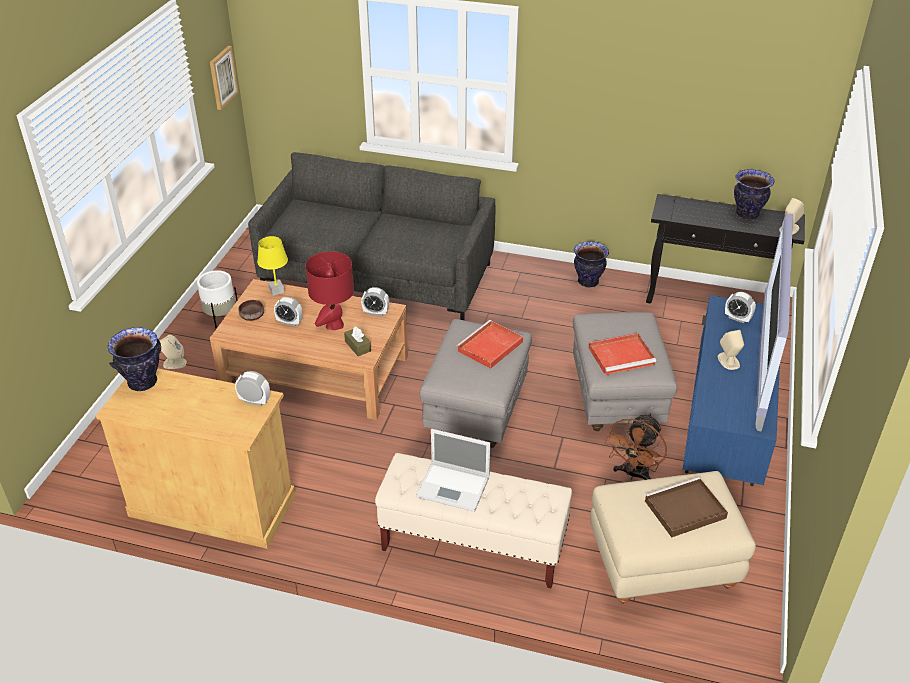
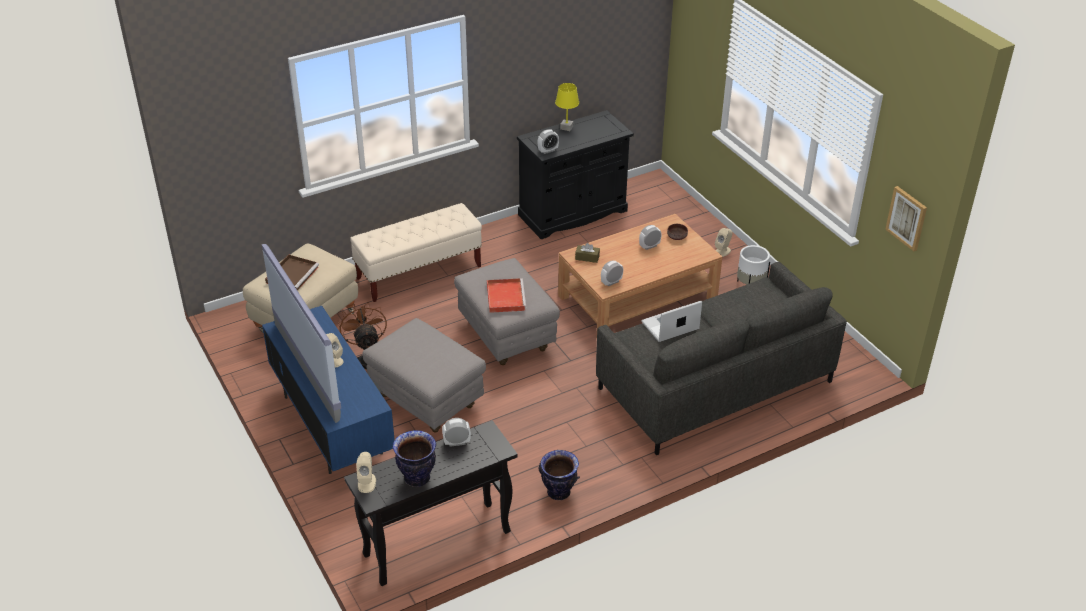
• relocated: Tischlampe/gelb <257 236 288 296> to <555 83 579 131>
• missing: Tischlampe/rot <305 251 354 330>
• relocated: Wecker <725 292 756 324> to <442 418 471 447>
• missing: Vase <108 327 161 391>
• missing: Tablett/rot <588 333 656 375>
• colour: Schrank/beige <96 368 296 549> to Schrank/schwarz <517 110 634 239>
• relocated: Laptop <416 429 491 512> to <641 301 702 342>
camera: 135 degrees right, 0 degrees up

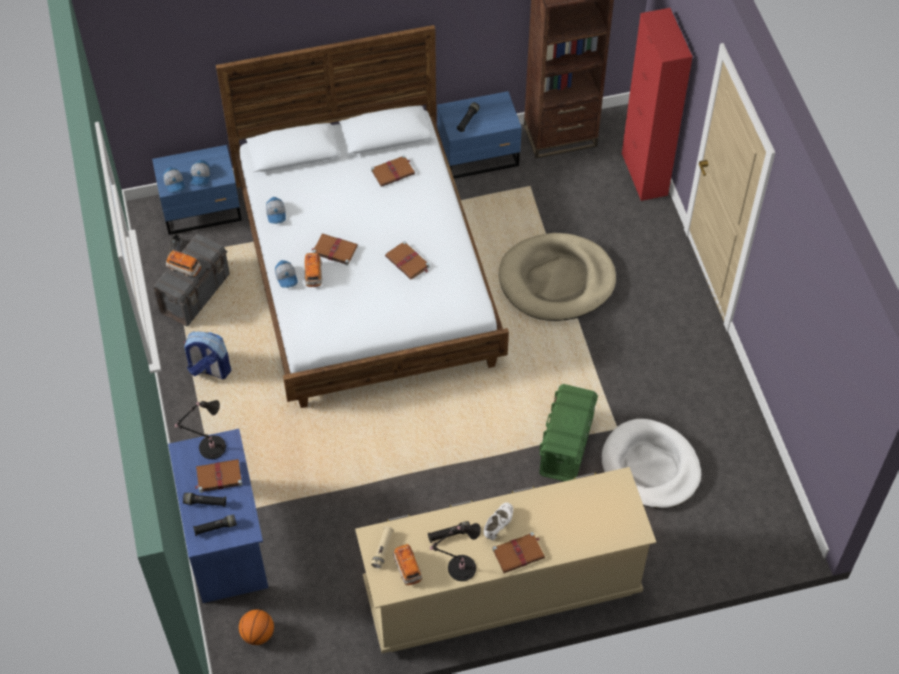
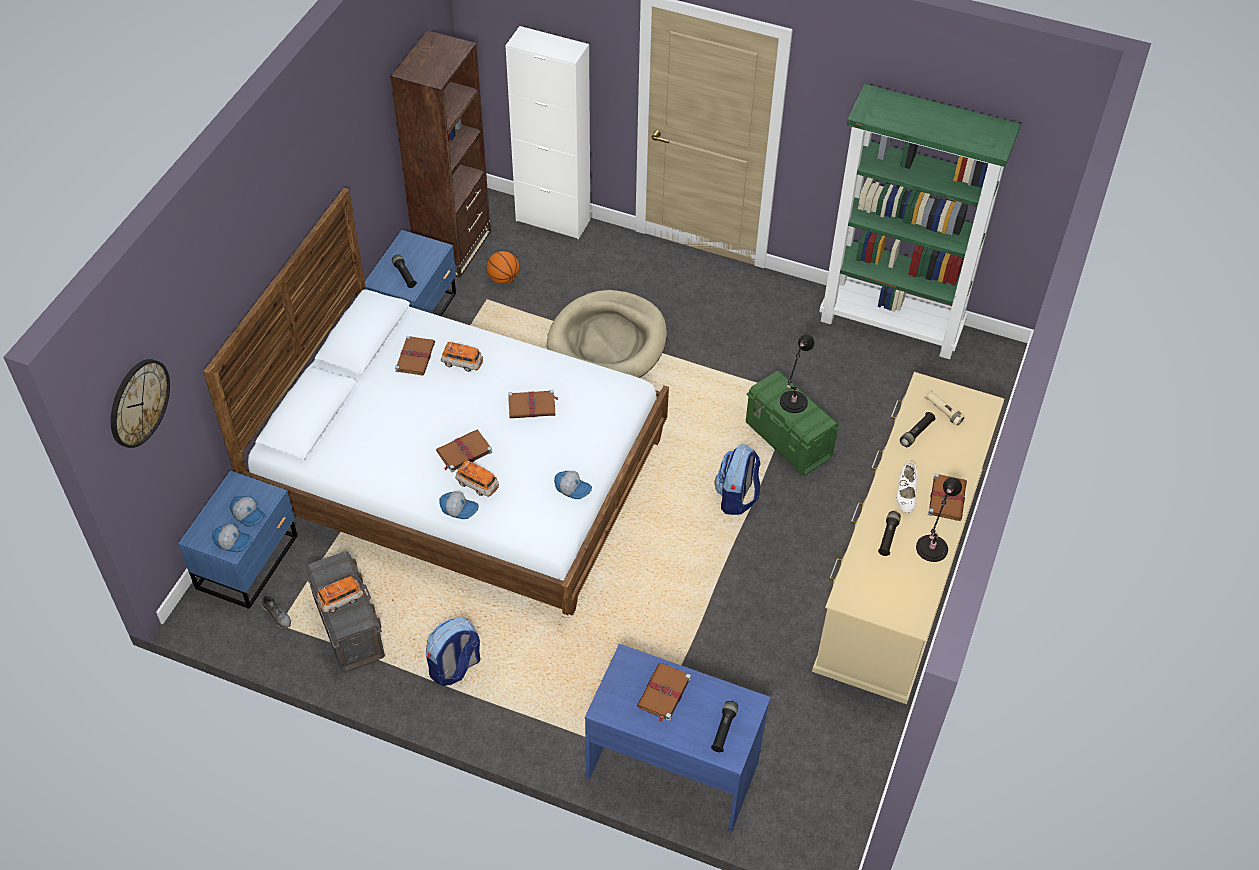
• colour: Schrank/rot <622 8 693 201> to Schrank/weiß <505 26 590 239>
• relocated: Kappe <266 197 286 224> to <554 471 592 499>
• relocated: Tischlampe/schwarz <174 400 226 459> to <780 335 814 413>
• missing: Hundebett/weiß <602 419 701 509>
• relocated: Taschenlampe/schwarz <183 493 226 507> to <900 412 935 447>
• spun: Schuh/weiß <484 502 513 540> = <896 462 918 513> 150 degrees counterclockwise
• relocated: Taschenlampe/beige <371 526 394 569> to <924 390 965 426>
• relocated: Spielzeugauto <393 544 422 585> to <441 342 483 372>
• relocated: Basketball <239 609 274 645> to <486 251 519 284>
• appeared: Bücherregal/grün <819 84 1021 359>
• appeared: Wanduhr <111 359 170 448>
• appeared: Rucksack <715 444 761 515>
camera: 55 degrees left, 5 degrees down

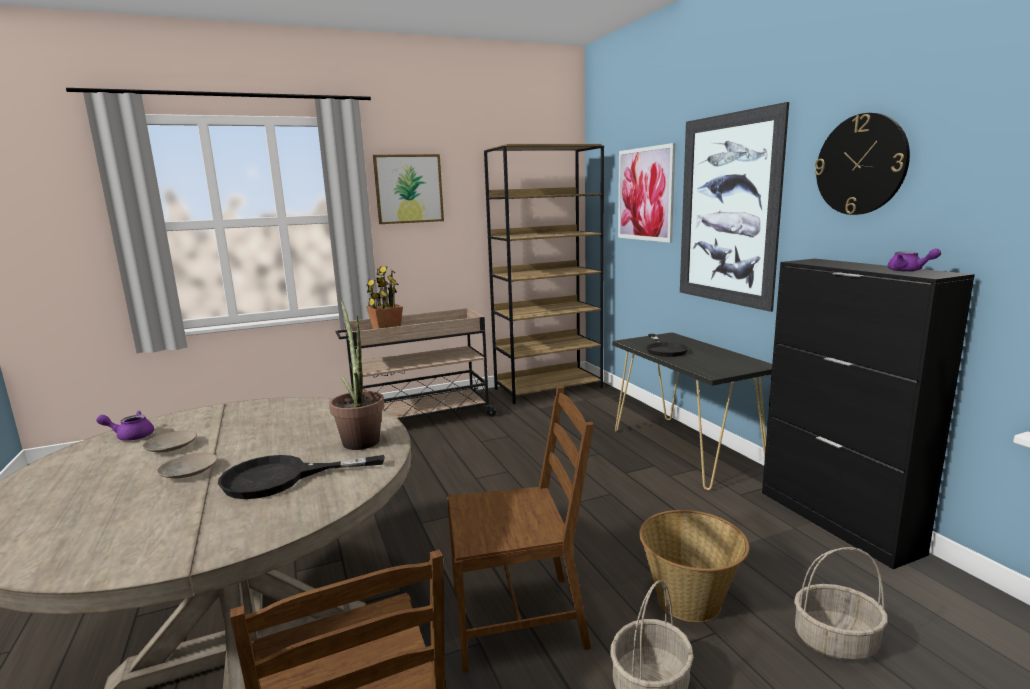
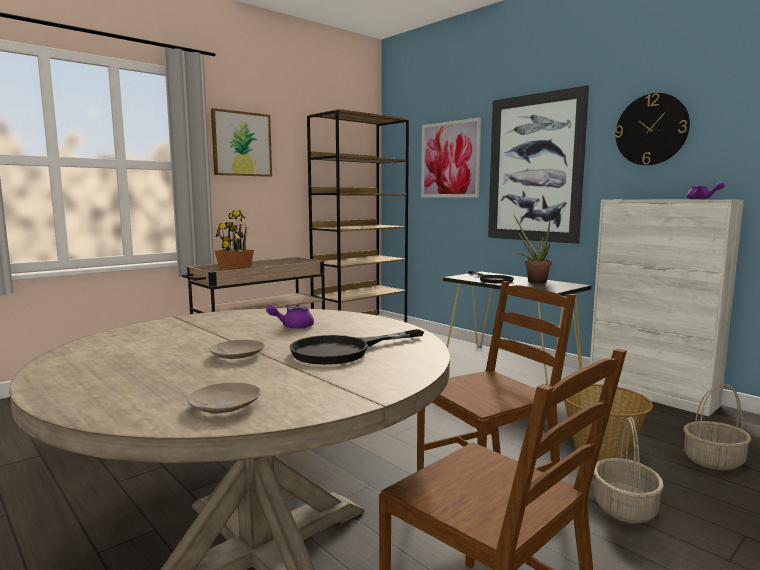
• colour: Schrank/schwarz <762 259 975 569> to Schrank/weiß <590 199 744 416>
• relocated: Topfpflanze <329 300 384 450> to <514 215 552 284>
• relocated: Teekanne/lila <96 411 154 441> to <266 304 314 329>
• relocated: Teller/beige <143 431 197 453> to <187 383 261 413>
camera: 20 degrees left, 5 degrees down

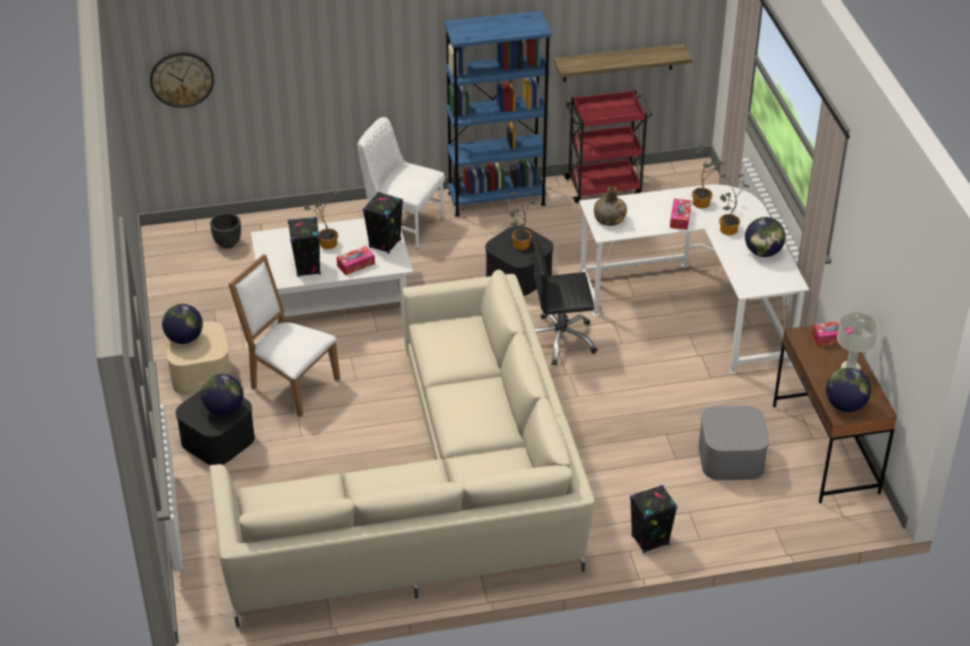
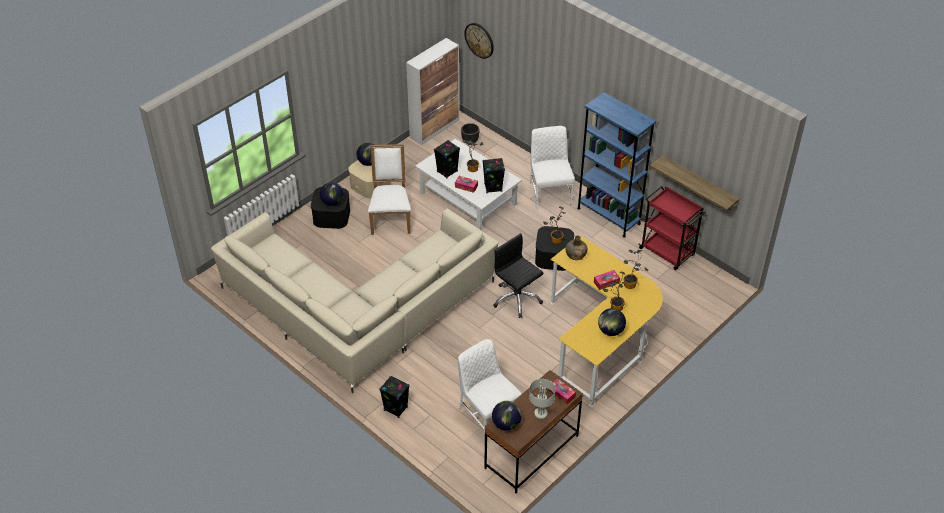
• colour: Schreibtisch/weiß <579 184 809 374> to Schreibtisch/gelb <550 235 663 407>
• exchanged: Aufbewahrungsbox/grau <698 406 769 480> to Stuhl/weiß <458 339 522 440>
• appeared: Schrank <406 38 460 145>
camera: 55 degrees right, 5 degrees up

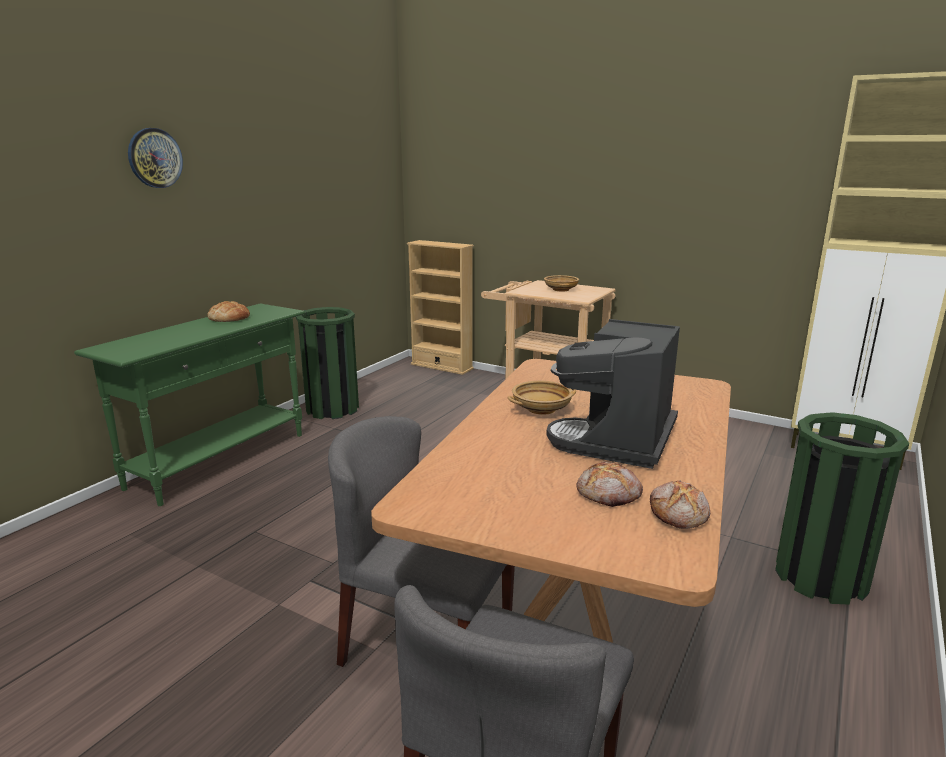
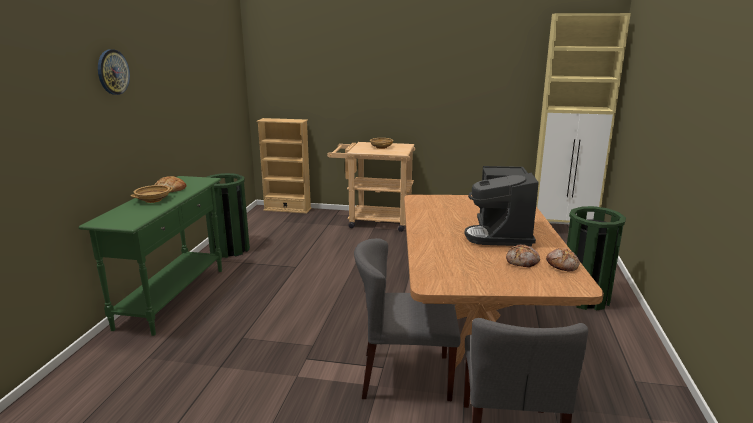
• relocated: Schüssel/beige <508 381 576 415> to <130 185 173 203>
camera: 20 degrees left, 0 degrees up

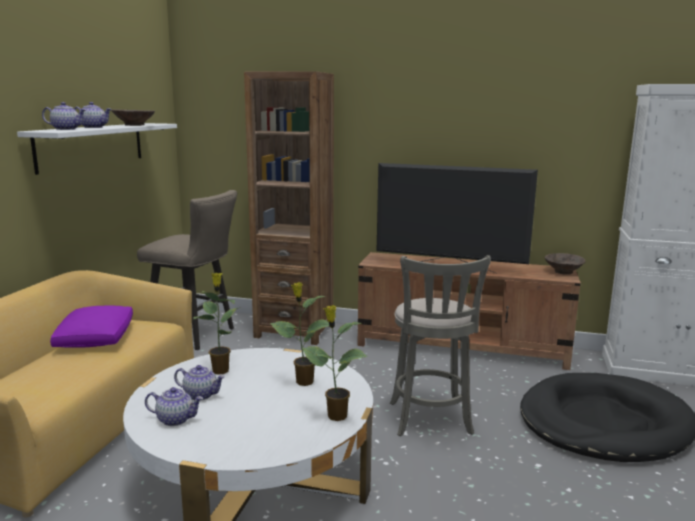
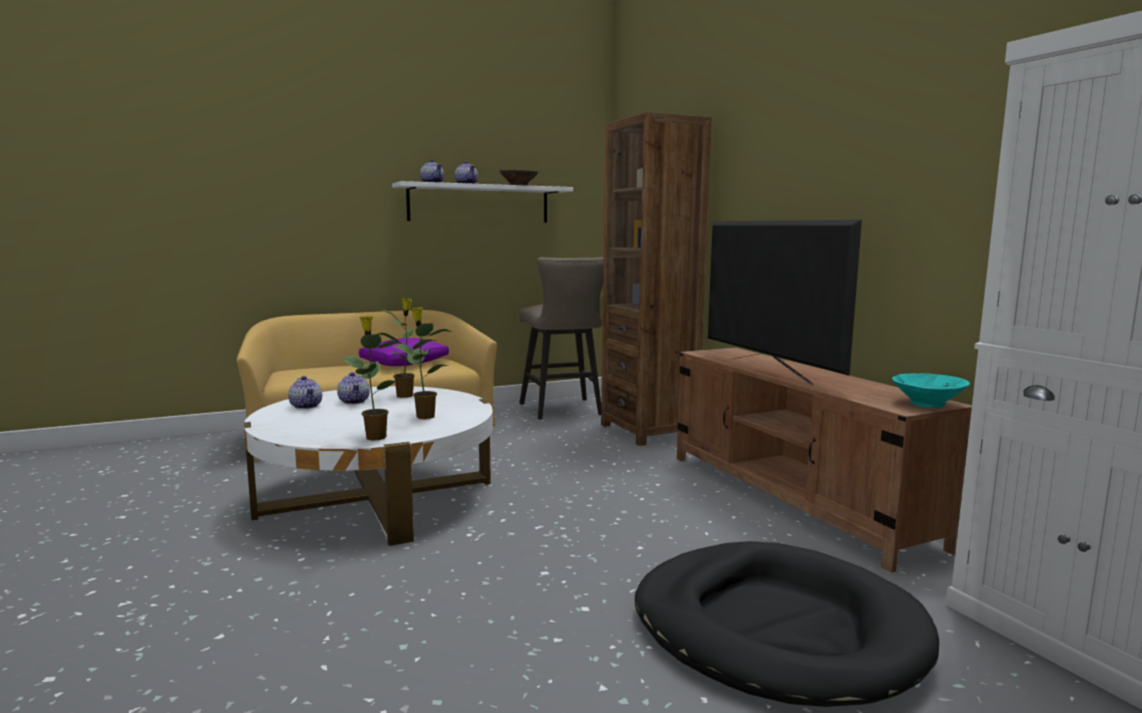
• colour: Schüssel/braun <544 253 585 275> to Schüssel/türkis <892 373 970 408>
• missing: Hocker/grau <390 255 491 436>
camera: 50 degrees right, 5 degrees down

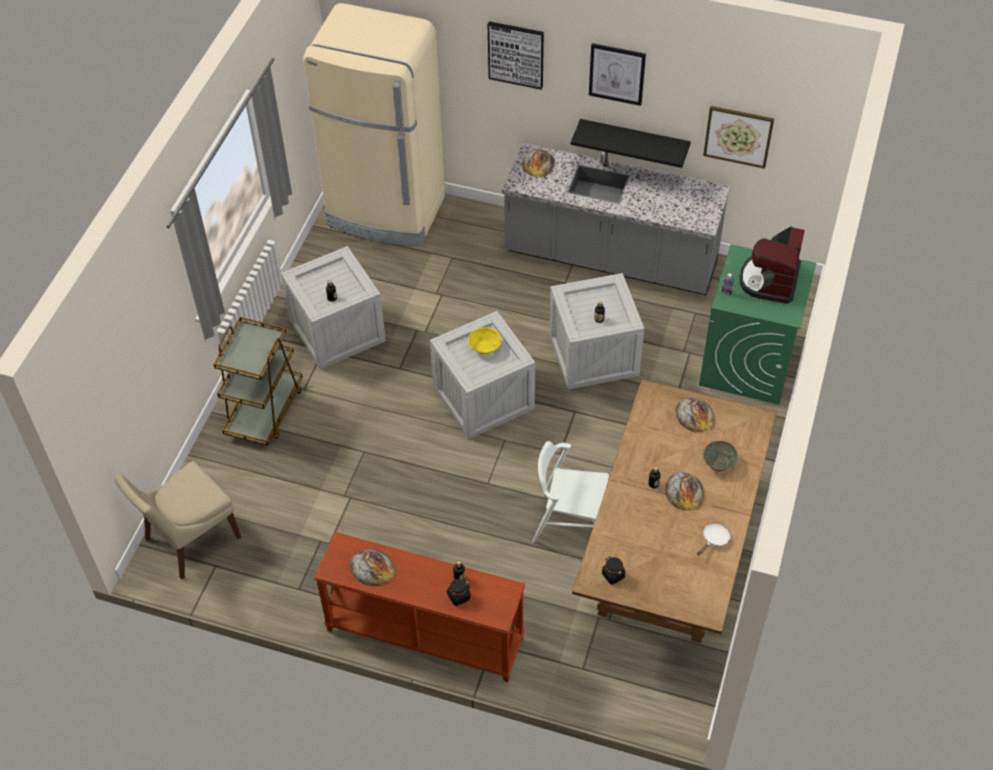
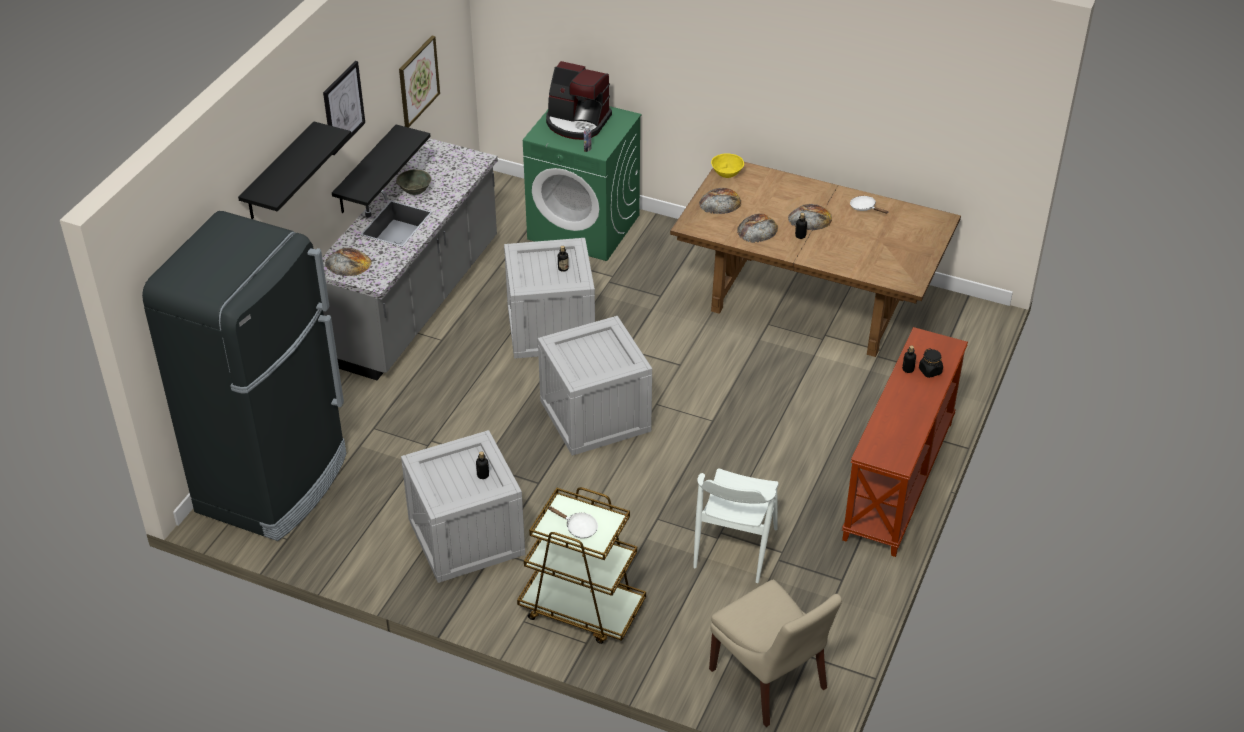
• colour: Kühlschrank/beige <303 3 445 246> to Kühlschrank/schwarz <142 211 347 541>
• exchanged: Bild <488 21 544 90> to Wandregal/schwarz <238 122 351 219>
• relocated: Schüssel/gelb <468 328 501 354> to <711 153 744 178>
• relocated: Stuhl/weiß <532 441 609 543> to <693 469 779 583>
• relocated: Schüssel/grau <703 441 739 471> to <396 170 432 195>
• relocated: Brot <350 549 396 587> to <737 213 778 243>
• missing: Vorratsglas/schwarz <602 556 625 584>
• appeared: Pfanne/weiß <549 506 598 539>
camera: 85 degrees left, 10 degrees down

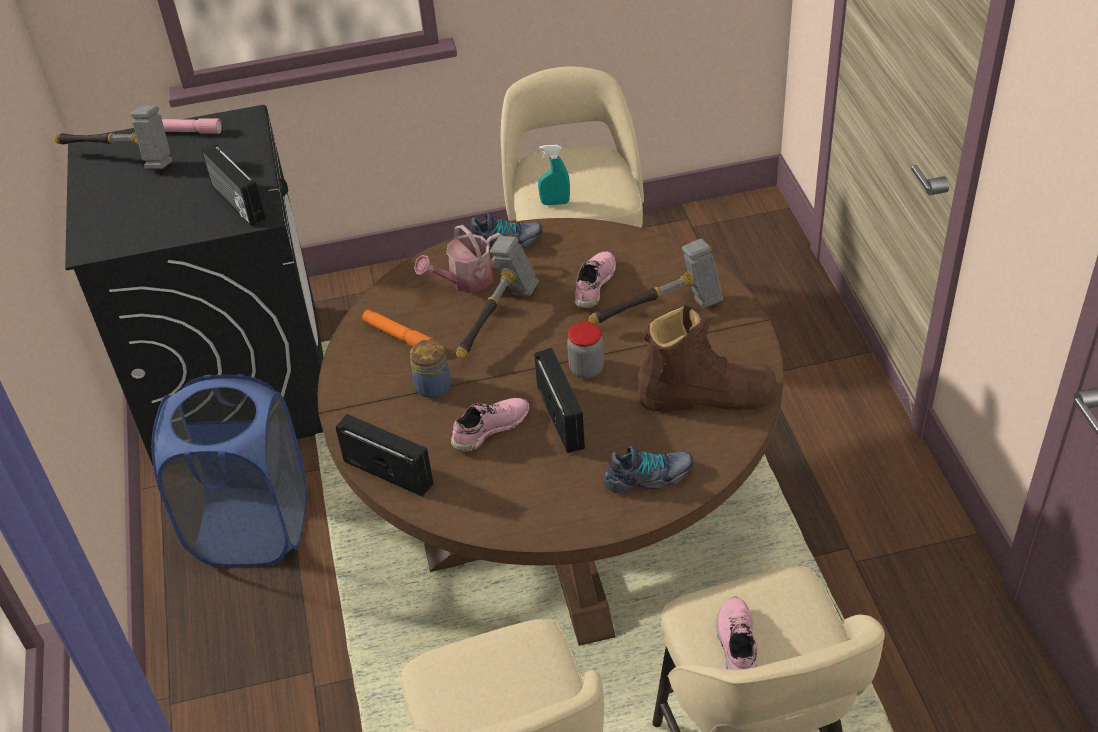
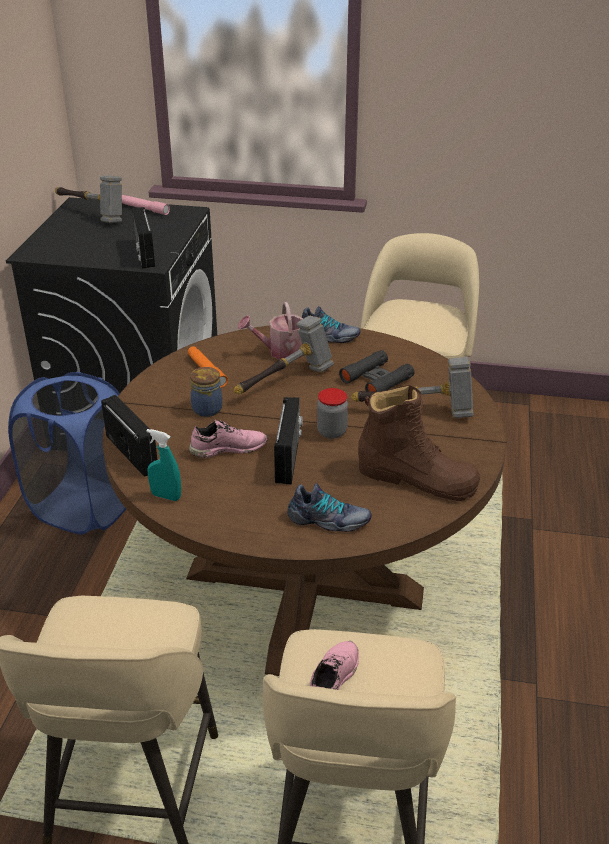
• relocated: Sprühflasche/türkis <538 145 570 205> to <146 429 181 501>
• exchanged: Schuh/rosa <574 251 616 309> to Fernglas/schwarz <339 350 414 392>
camera: 20 degrees right, 10 degrees down

